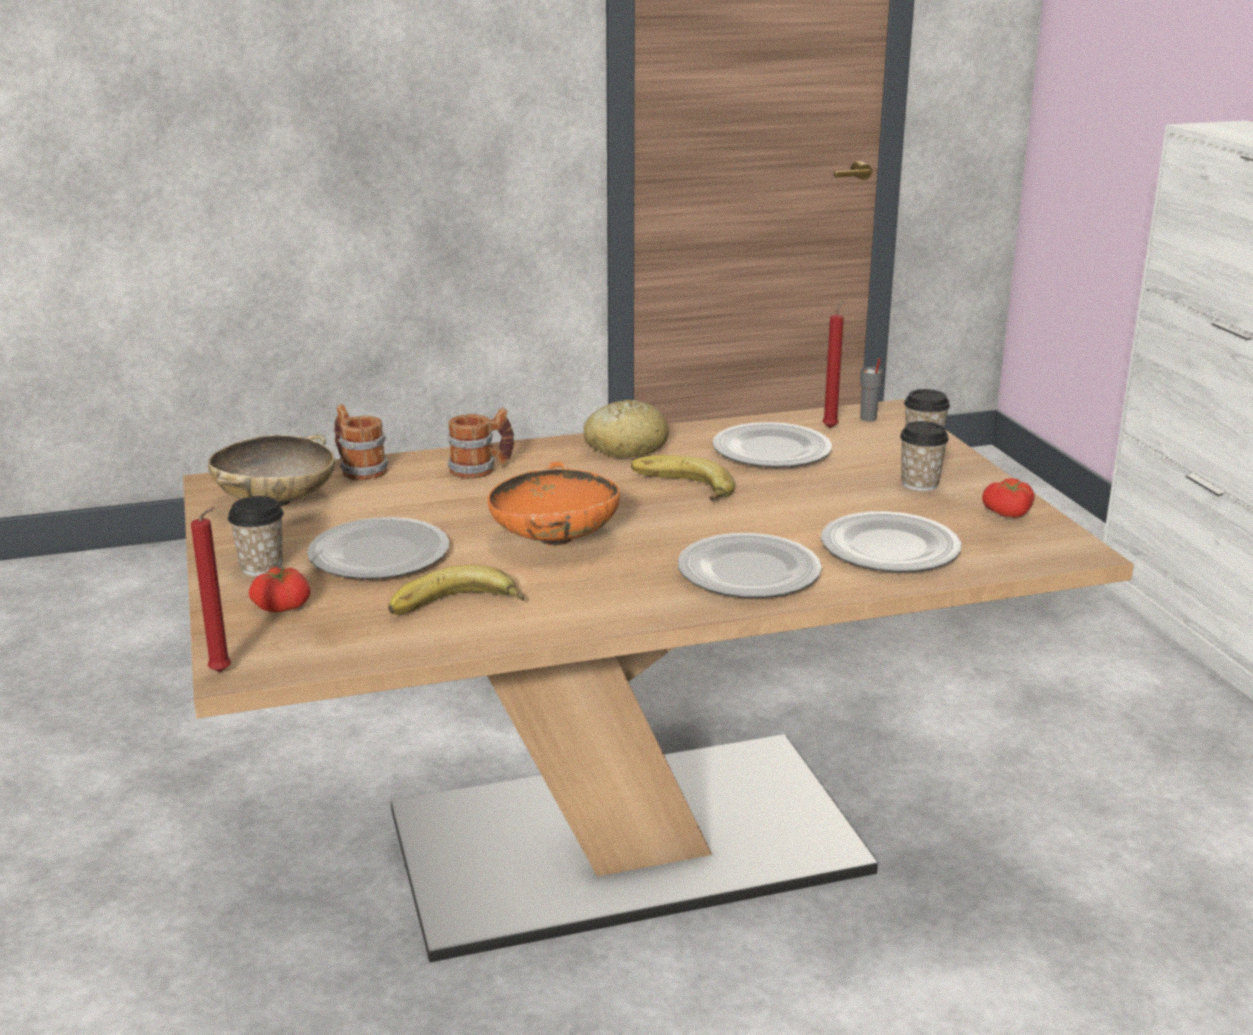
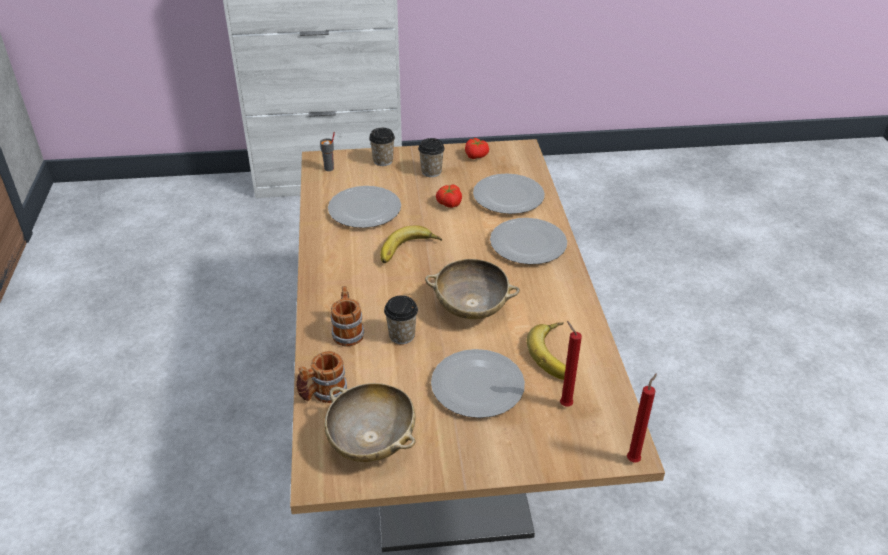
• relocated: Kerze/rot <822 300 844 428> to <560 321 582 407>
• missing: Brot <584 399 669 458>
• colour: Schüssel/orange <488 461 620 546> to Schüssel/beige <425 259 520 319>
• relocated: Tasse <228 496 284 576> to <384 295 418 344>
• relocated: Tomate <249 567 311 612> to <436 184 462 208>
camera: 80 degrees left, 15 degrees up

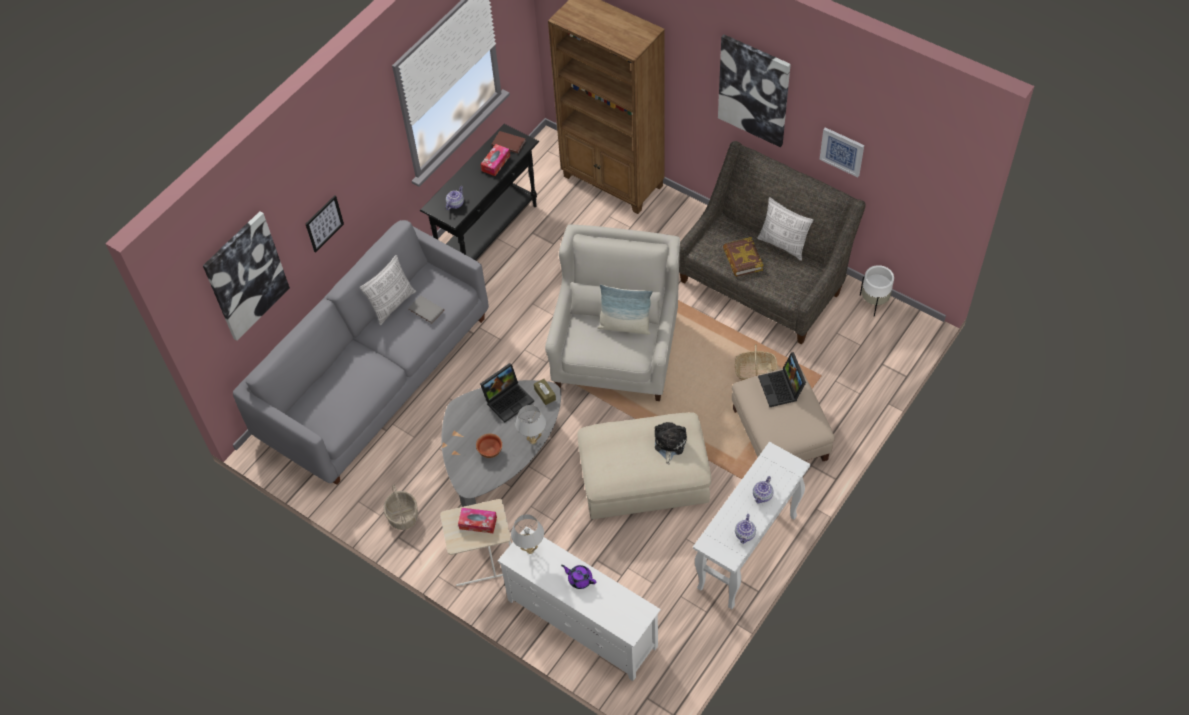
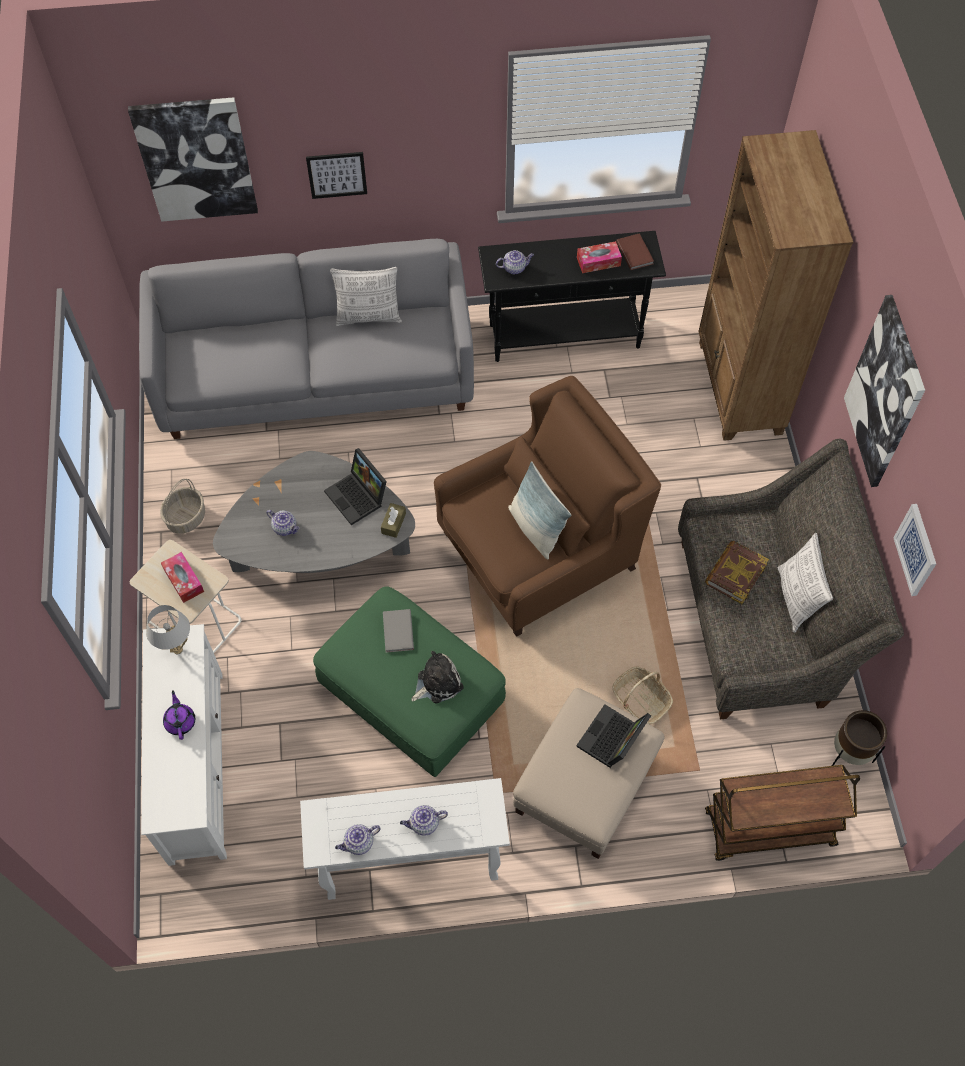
• colour: Sessel/weiß <545 224 680 401> to Sessel/braun <434 376 661 637>
• colour: Pflanzkübel/weiß <860 265 894 317> to Pflanzkübel/braun <832 710 887 766>
• relocated: Buch/grau <408 295 444 324> to <383 609 414 653>
• spun: Laptop <480 363 534 422> = <324 448 387 525> 45 degrees clockwise
• missing: Tischlampe/weiß <515 405 546 444>
• colour: Polsterhocker/beige <577 412 711 519> to Polsterhocker/grün <313 586 506 777>
• exchanged: Schüssel <476 433 502 458> to Teekanne <267 510 300 536>
• appeared: Rollwagen/braun <705 765 860 861>
camera: 45 degrees right, 5 degrees up

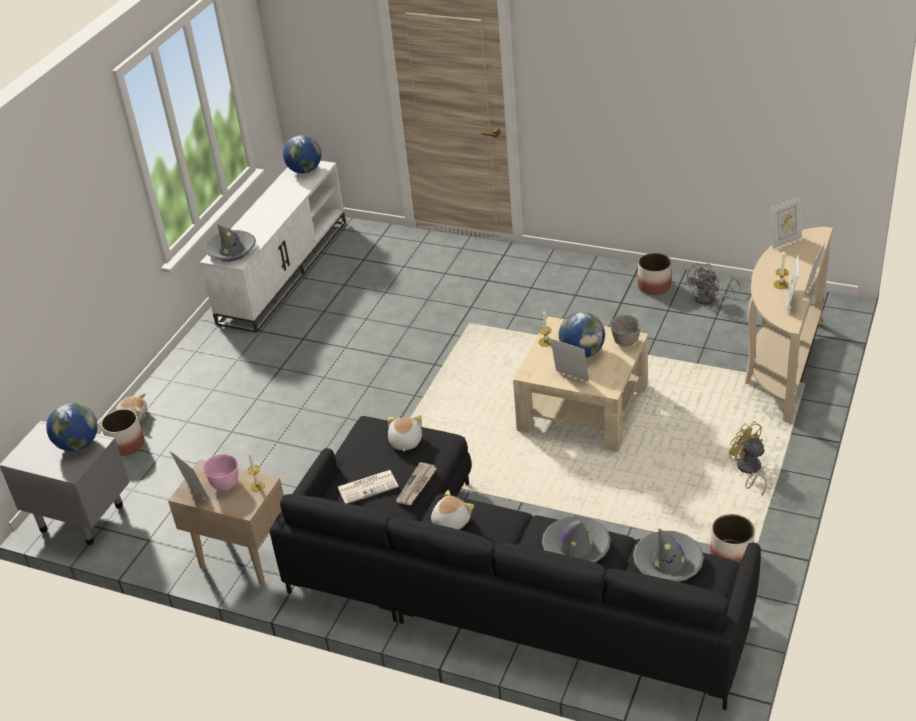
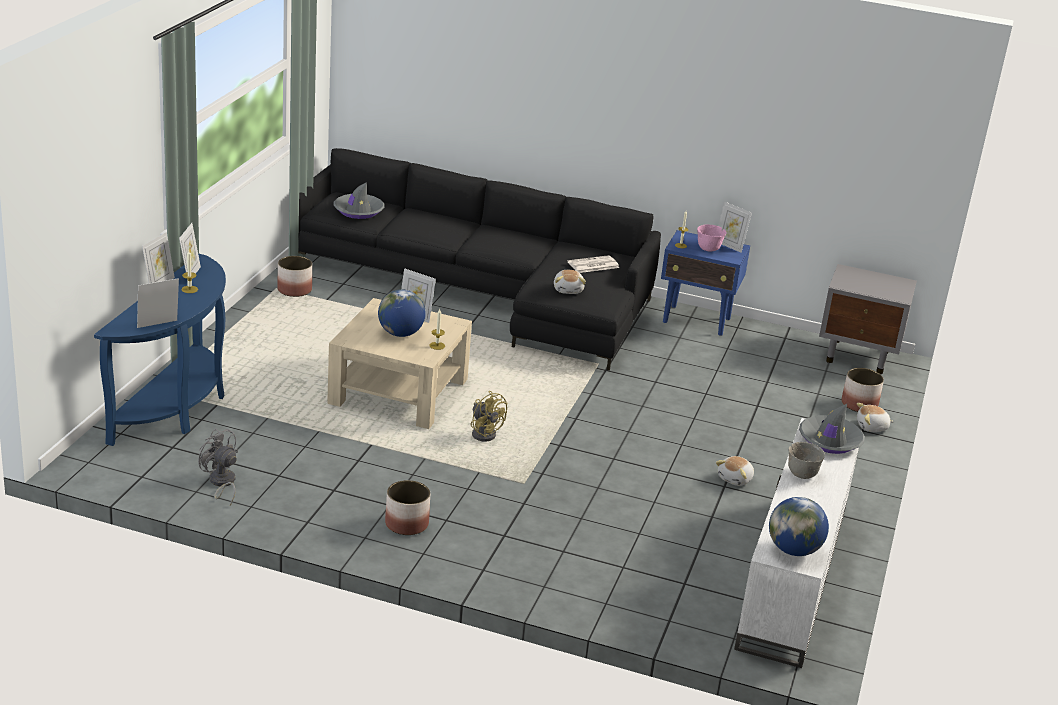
• colour: Konsolentisch/beige <745 227 833 422> to Konsolentisch/blau <94 254 226 446>
• relocated: Pflanzkübel <638 253 671 295> to <385 480 430 535>
• spun: Ventilator/grau <685 263 741 305> = <198 429 238 506> 90 degrees counterclockwise
• relocated: Schüssel/grau <610 315 641 347> to <788 442 825 479>
• missing: Globus <46 402 98 451>
• relocated: Ventilator/gelb <729 421 767 496> to <471 391 508 442>
• colour: Beistelltisch/beige <168 459 284 585> to Beistelltisch/blau <661 230 750 336>
• missing: Zeitung <396 462 437 505>
• relocated: Plüschtier <431 490 474 530> to <716 456 754 486>
• missing: Hut/grau <542 516 611 562>
camera: 170 degrees right, 10 degrees down

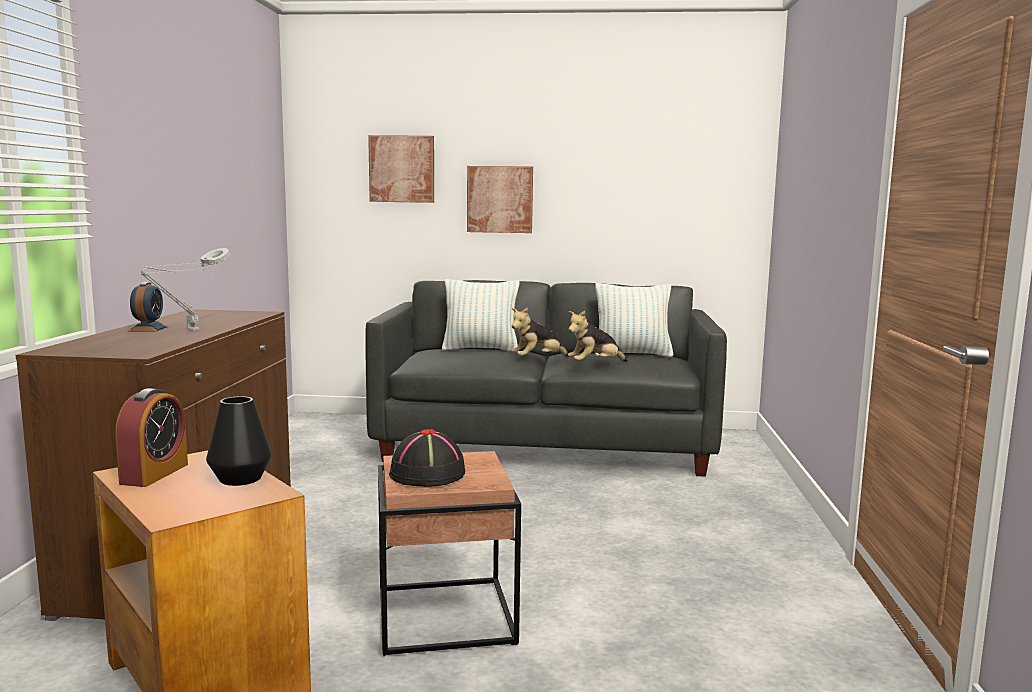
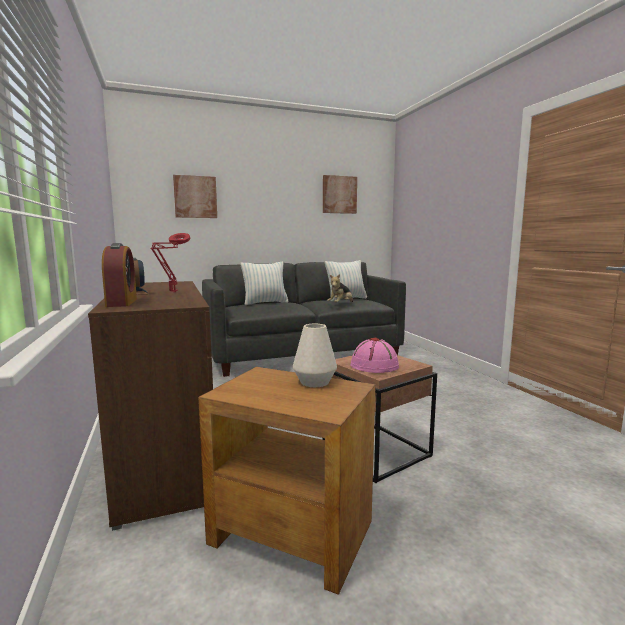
• relocated: Bild <467 166 533 233> to <323 175 357 214>
• colour: Tischlampe/grau <140 248 230 331> to Tischlampe/rot <150 233 190 292>
• missing: Plüschtier <511 308 570 357>
• relocated: Wecker <115 388 188 487> to <102 243 137 307>
• colour: Vase/schwarz <206 396 272 486> to Vase/weiß <293 324 337 387>
• colour: Hut/schwarz <389 429 465 487> to Hut/rosa <350 338 399 373>
camera: 25 degrees left, 0 degrees up

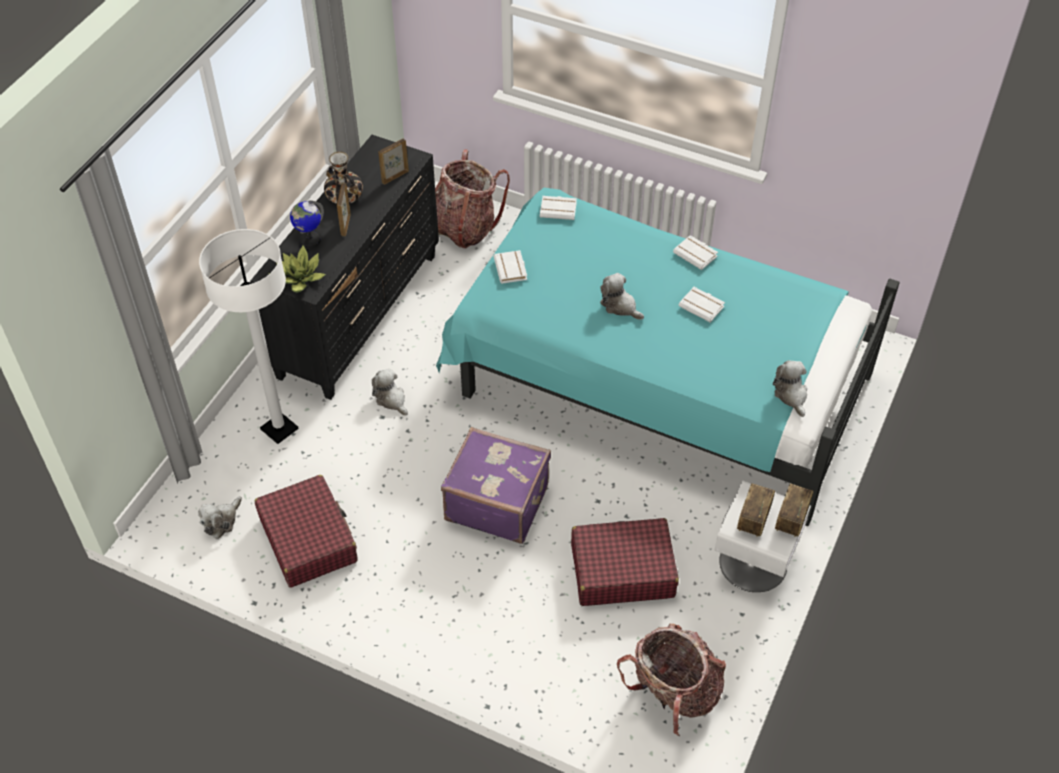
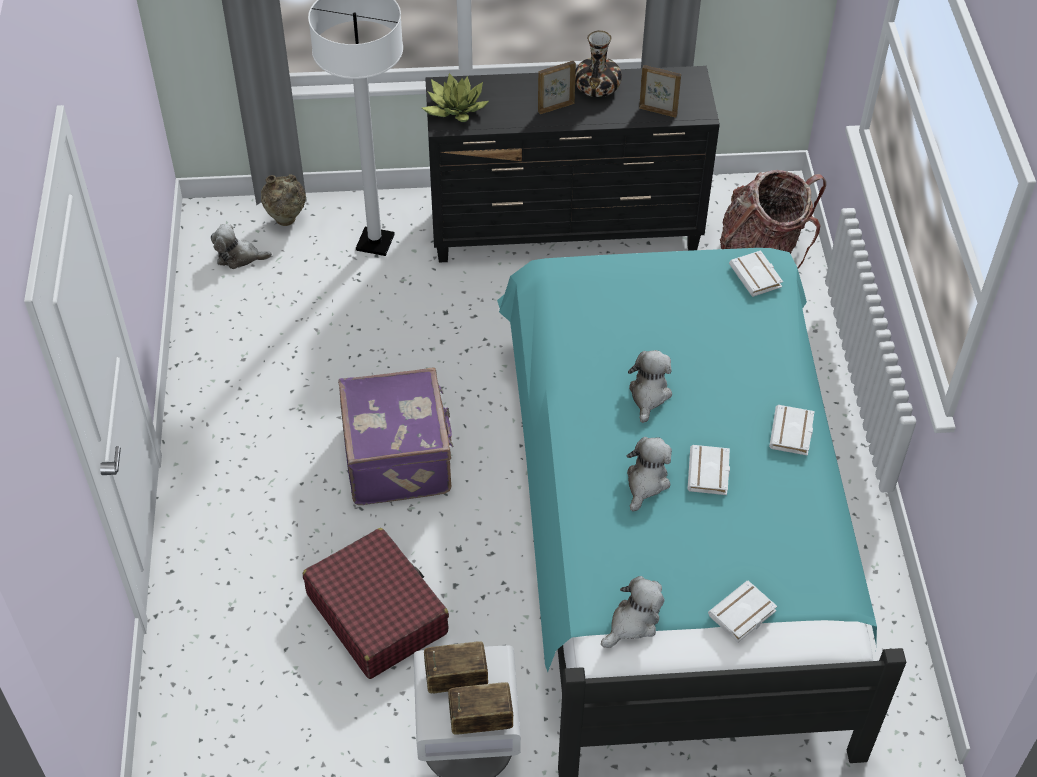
• missing: Globus <290 200 324 249>
• relocated: Buch/weiß <494 250 527 284> to <708 581 777 642>
• relocated: Plüschtier <372 369 408 416> to <627 437 672 511>
• missing: Koffer/rot <255 475 358 588>
• missing: Rucksack <617 624 726 737>
• appeared: Vase/beige <261 174 306 226>
camera: 60 degrees right, 0 degrees up

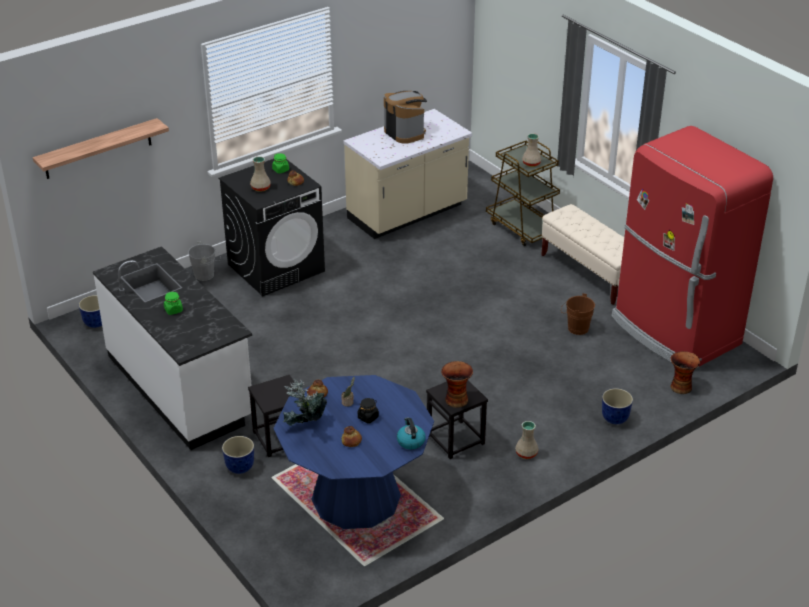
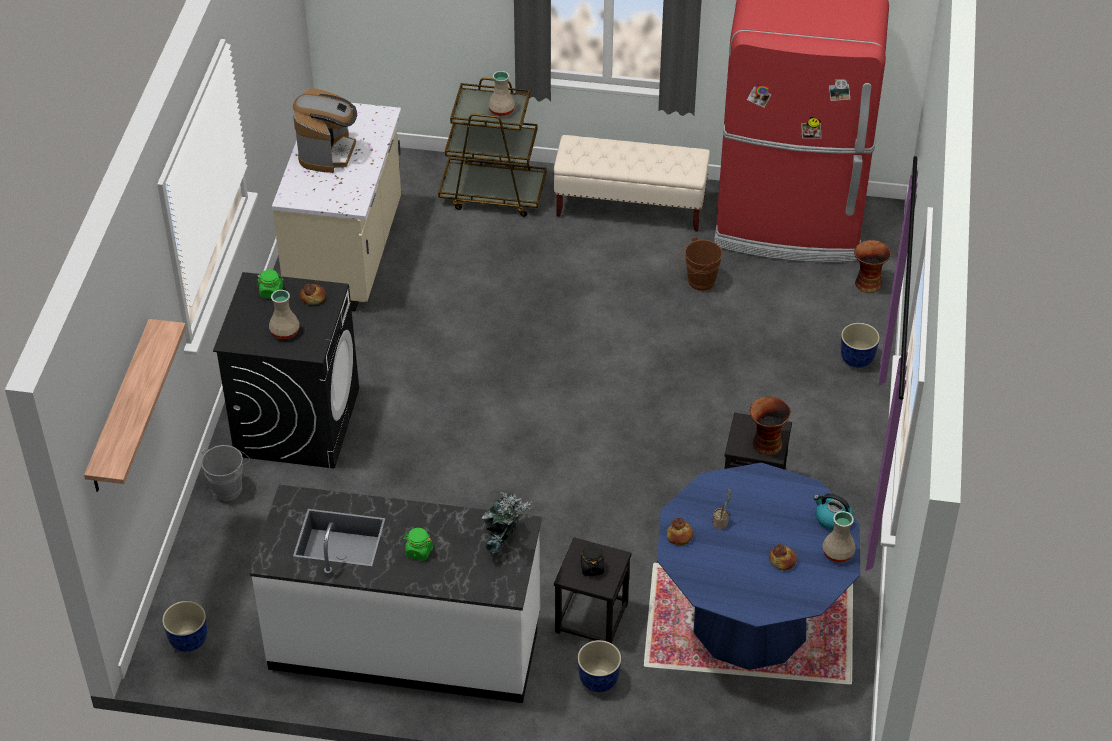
• spun: Kaffeemaschine <384 91 427 144> = <293 88 357 173> 90 degrees clockwise
• relocated: Topfpflanze <282 379 327 426> to <481 492 532 557>
• relocated: Vorratsglas/schwarz <358 398 379 423> to <581 544 604 576>
• relocated: Vase/beige <515 421 539 459> to <822 511 856 563>
camera: 45 degrees left, 10 degrees up

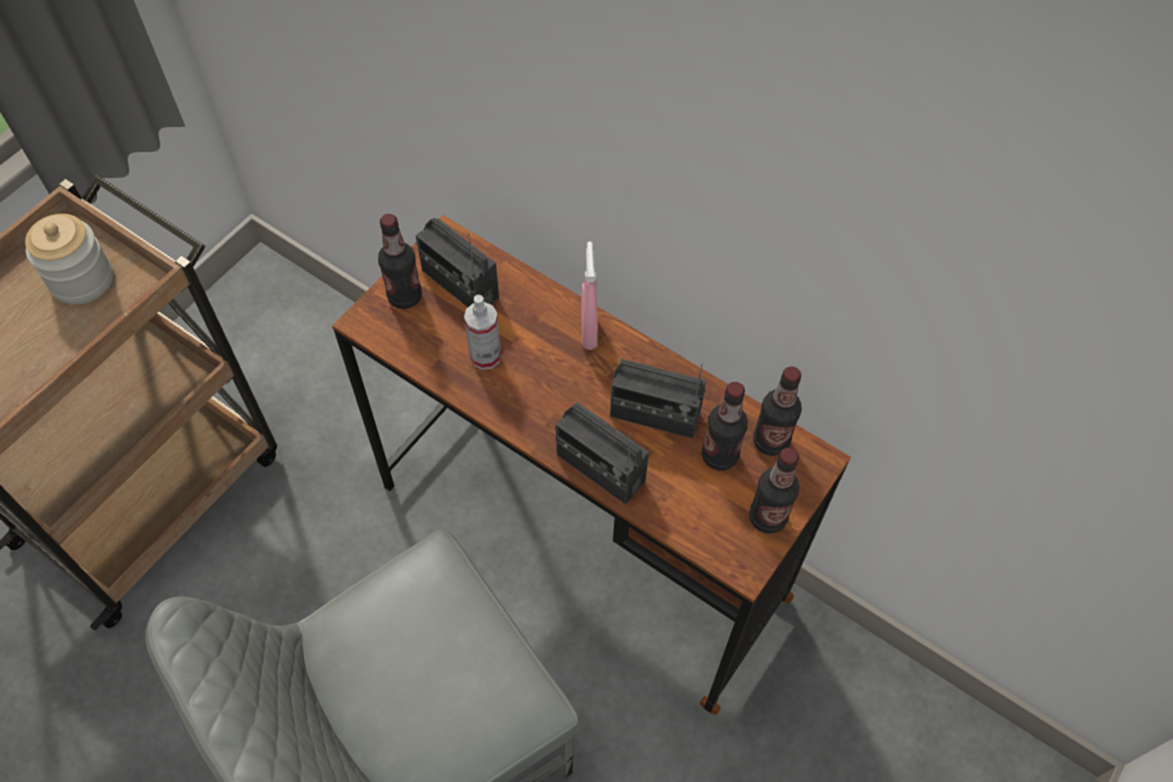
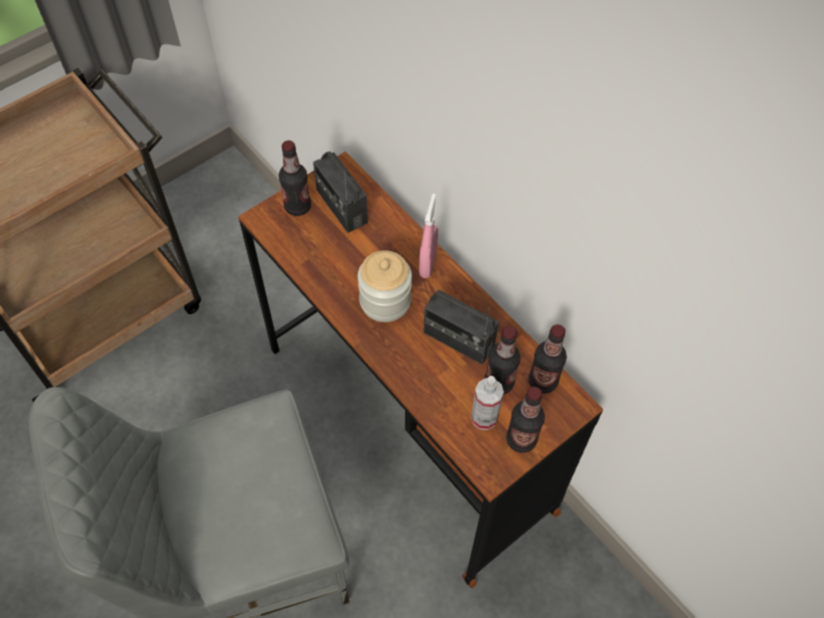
• relocated: Vorratsglas <25 214 113 304> to <358 250 412 322>
• relocated: Sprühflasche <464 294 501 370> to <471 376 504 430>
• missing: Radio <556 402 649 504>
camera: 15 degrees right, 0 degrees up

